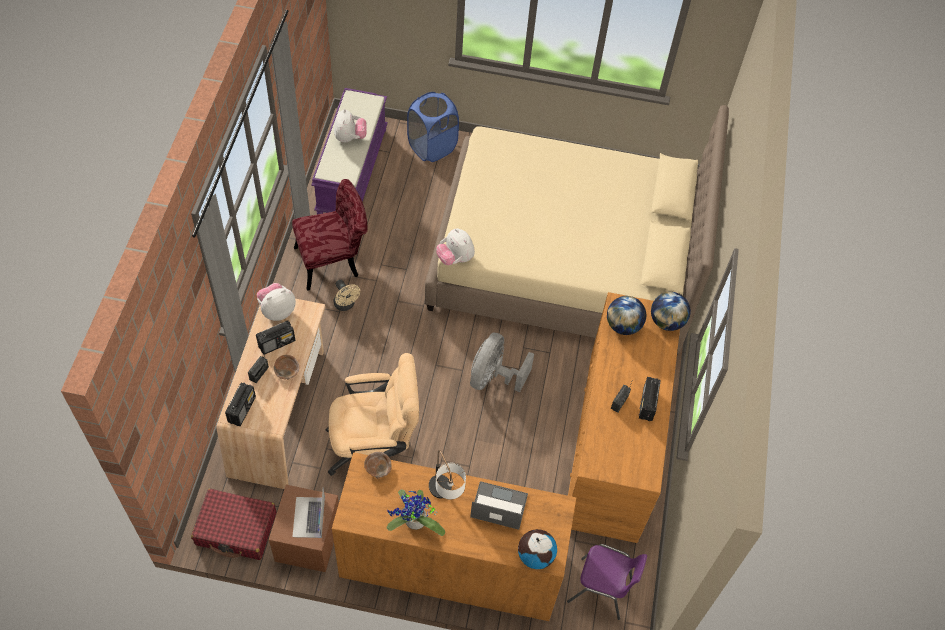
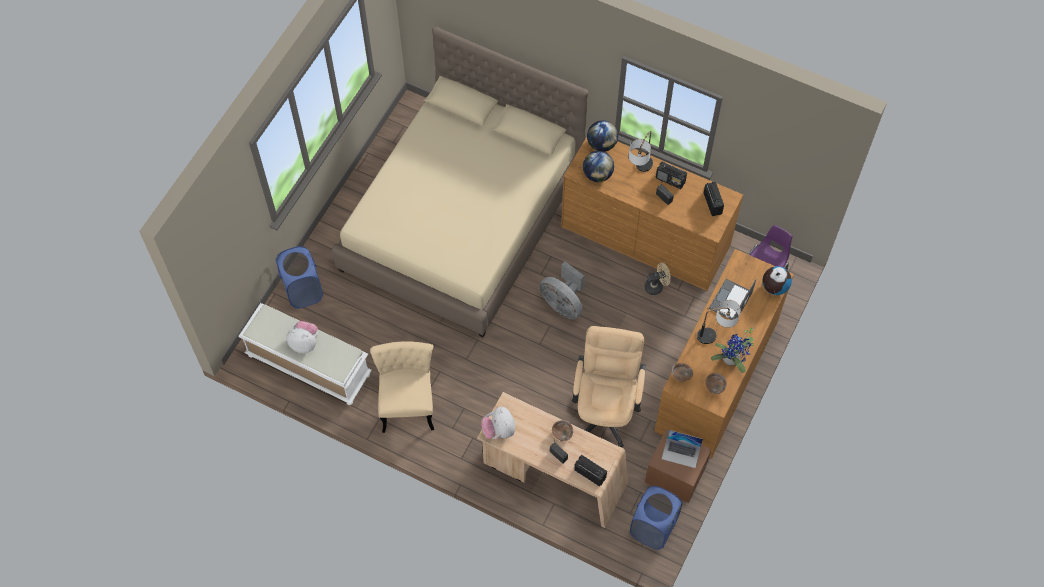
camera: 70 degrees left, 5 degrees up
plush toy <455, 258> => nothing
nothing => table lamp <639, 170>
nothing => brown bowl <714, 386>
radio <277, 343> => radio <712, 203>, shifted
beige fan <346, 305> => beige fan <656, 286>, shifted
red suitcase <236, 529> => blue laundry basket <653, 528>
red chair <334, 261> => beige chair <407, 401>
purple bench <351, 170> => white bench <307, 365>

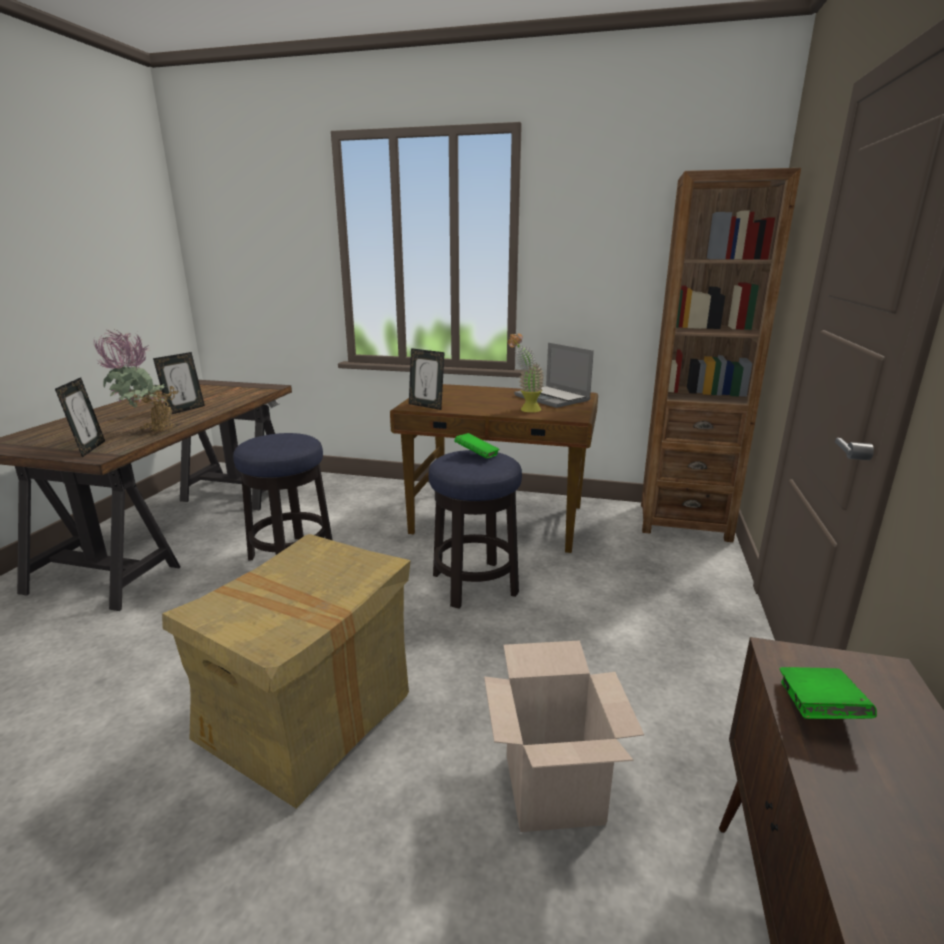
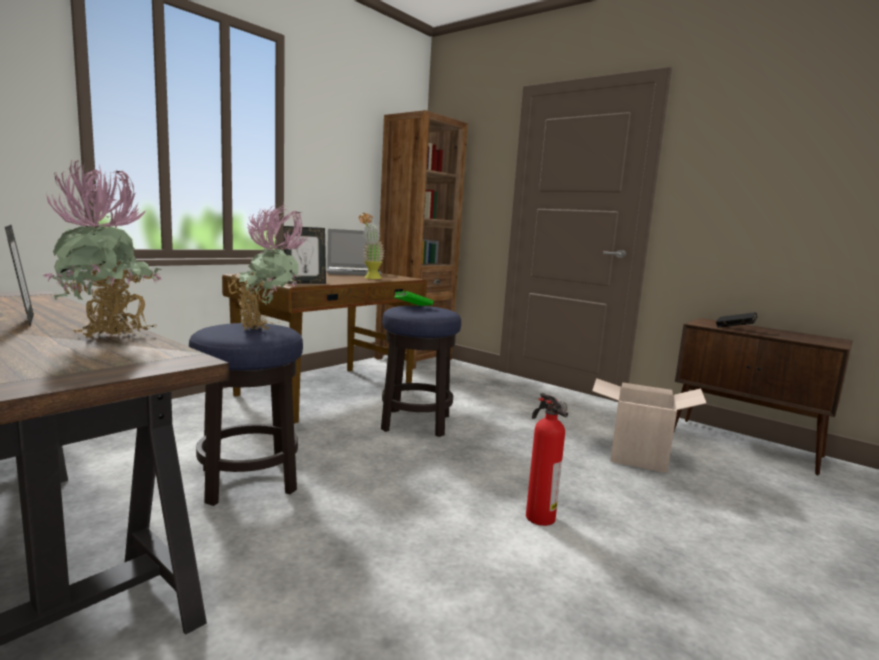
camera: 65 degrees left, 10 degrees down
picture frame <89, 449> => nothing
nothing => potted plant <268, 328>
cardboard box <307, 717> => fire extinguisher <538, 516>
green book <818, 710> => black book <734, 329>

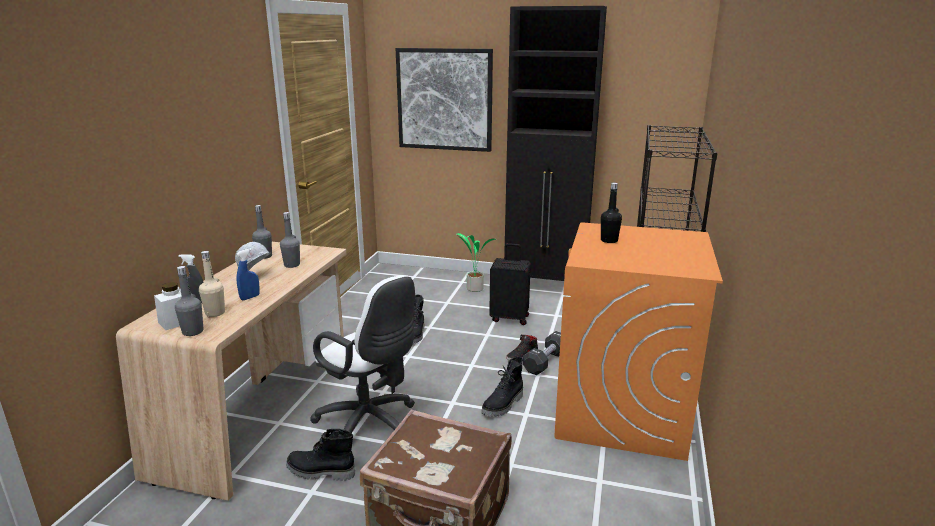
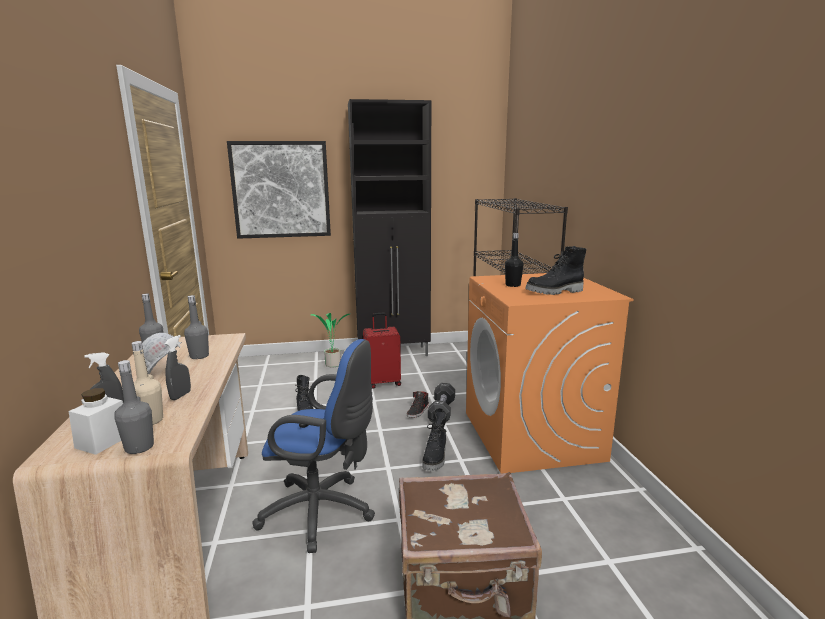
camera: 25 degrees left, 5 degrees down
black boot <320, 472> => black boot <555, 292>, shifted
blue spray bottle <250, 297> => grey spray bottle <180, 395>
white office chair <370, 425> => blue office chair <323, 512>
black suitcase <510, 318> => red suitcase <383, 382>

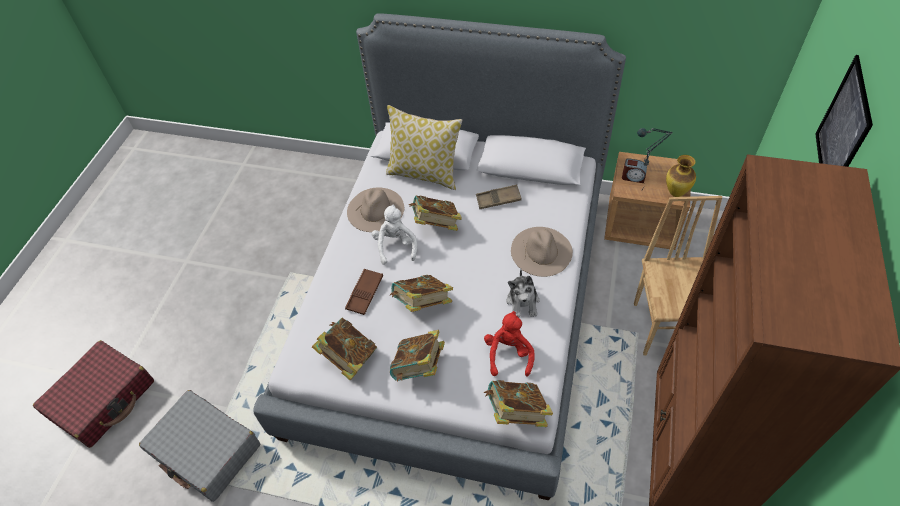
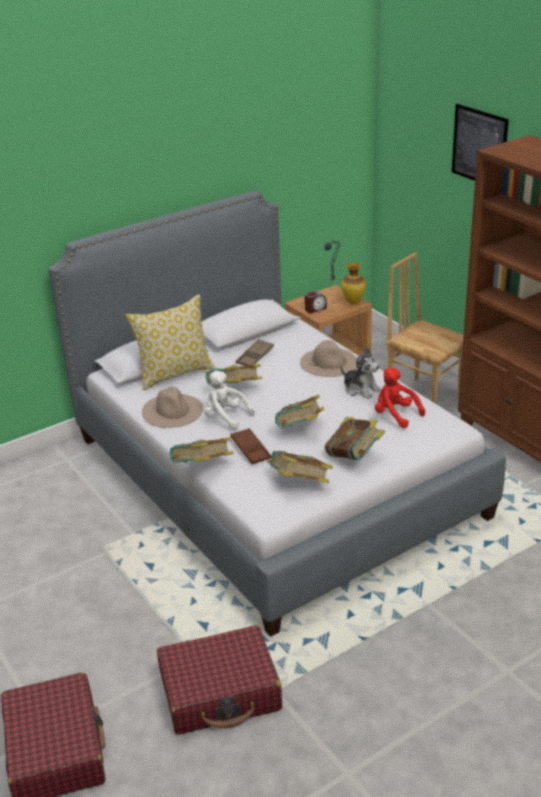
camera: 50 degrees left, 20 degrees down
book <516, 413> => book <202, 468>, shifted
grey suitcase <206, 451> => red suitcase <220, 692>

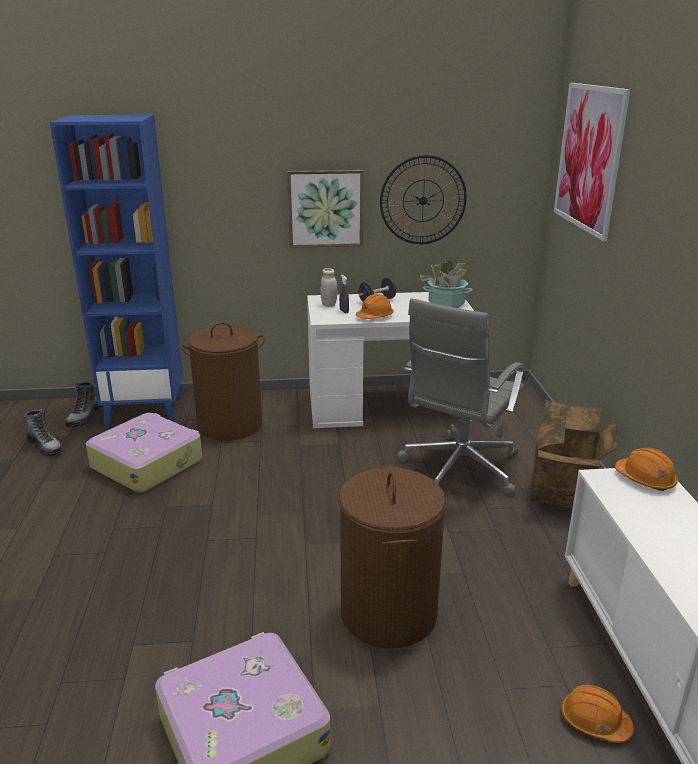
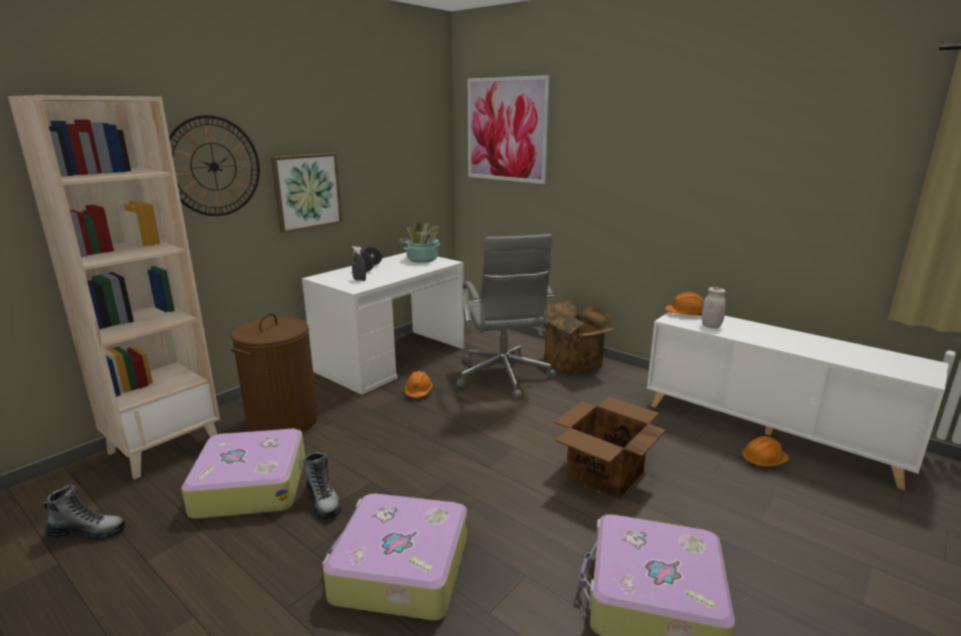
camera: 45 degrees left, 5 degrees down
nothing => suitcase <399, 569>
boot <84, 417> => boot <323, 500>, shifted
white jar <329, 304> => white jar <711, 326>, shifted
orange hard hat <375, 316> => orange hard hat <418, 391>, shifted
wall clock <423, 200> => wall clock <213, 166>, shifted
brown laundry basket <388, 613> => cardboard box <604, 474>
blue bookcase <145, 409> => beige bookcase <165, 446>

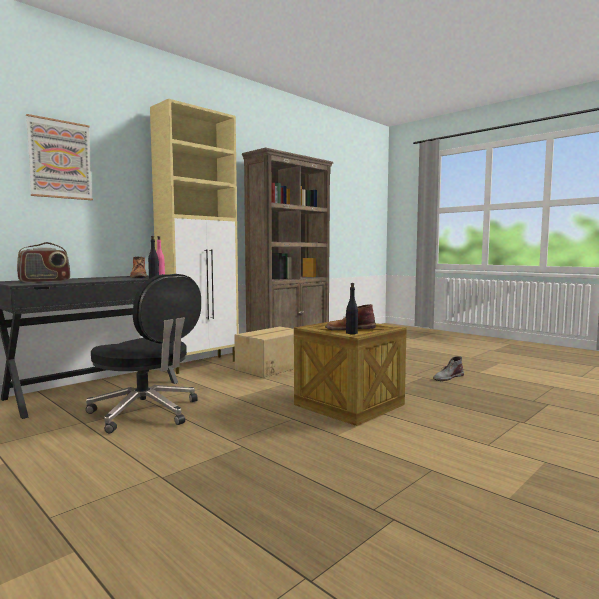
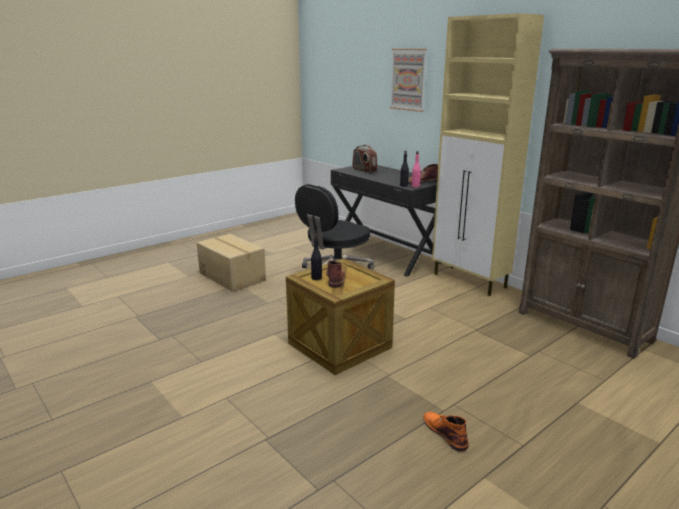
camera: 95 degrees right, 15 degrees up
cardboard box <271, 367> => cardboard box <233, 276>, shifted
grey boot <447, 377> => orange boot <445, 432>

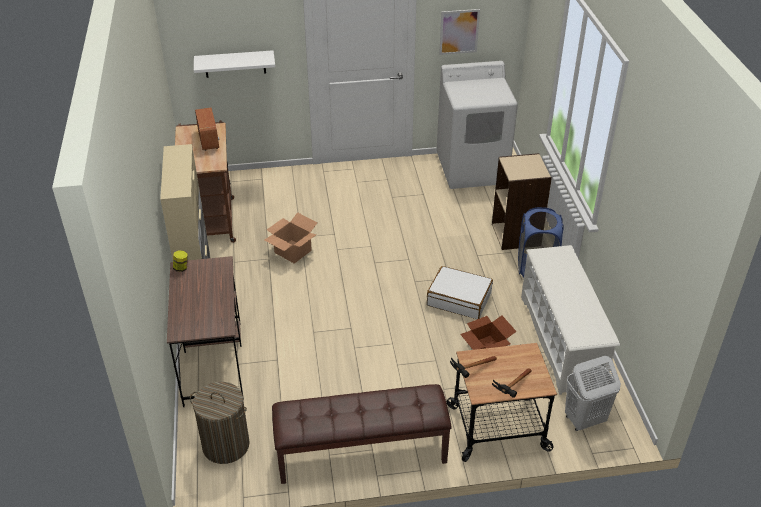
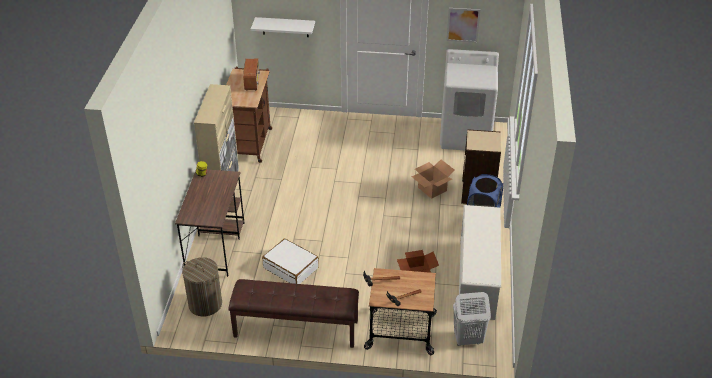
camera: 15 degrees right, 0 degrees up
cardboard box <293, 251> => cardboard box <432, 189>, shifted
white suitcase <459, 299> => white suitcase <291, 267>, shifted

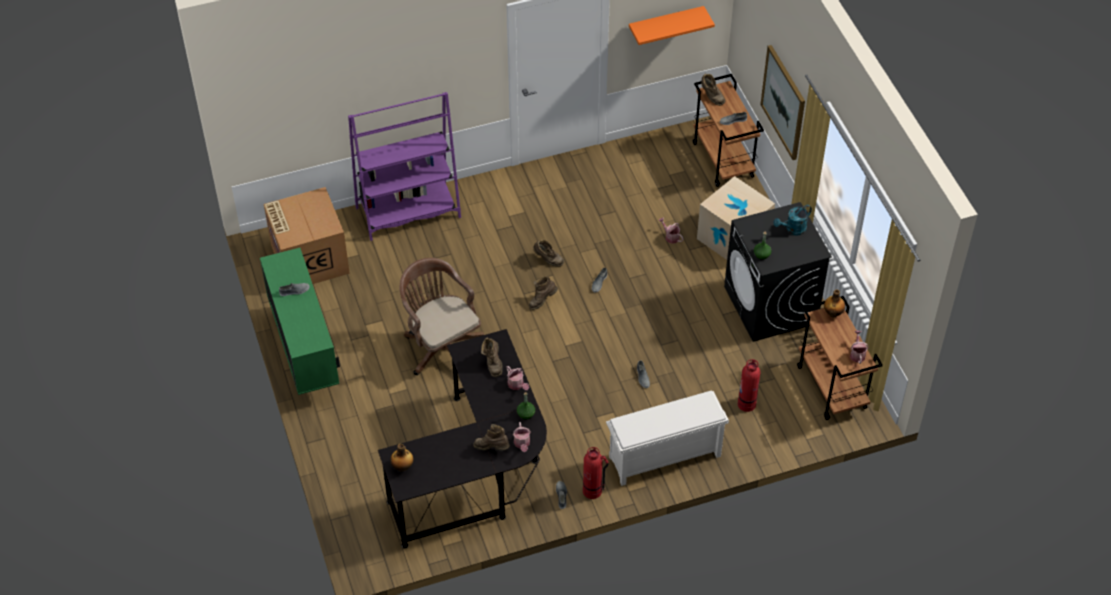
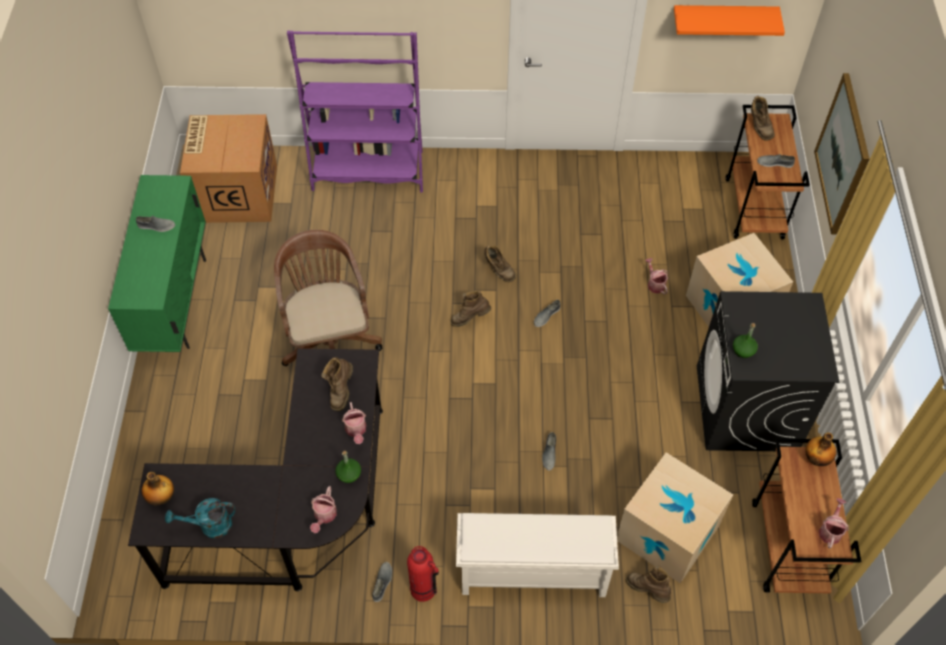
camera: 20 degrees right, 5 degrees up
brown boot <492, 448> => brown boot <648, 590>, shifted
turquoise watering can <793, 229> => turquoise watering can <210, 526>, shifted
fire extinguisher <747, 403> => cardboard box <667, 533>

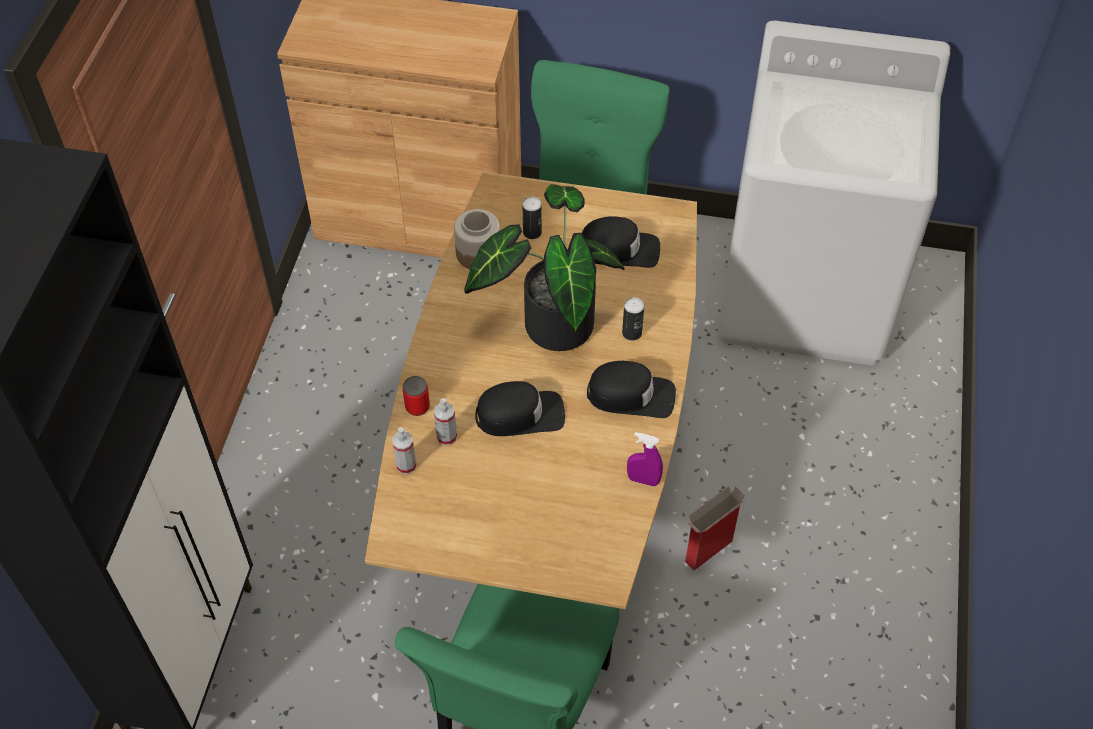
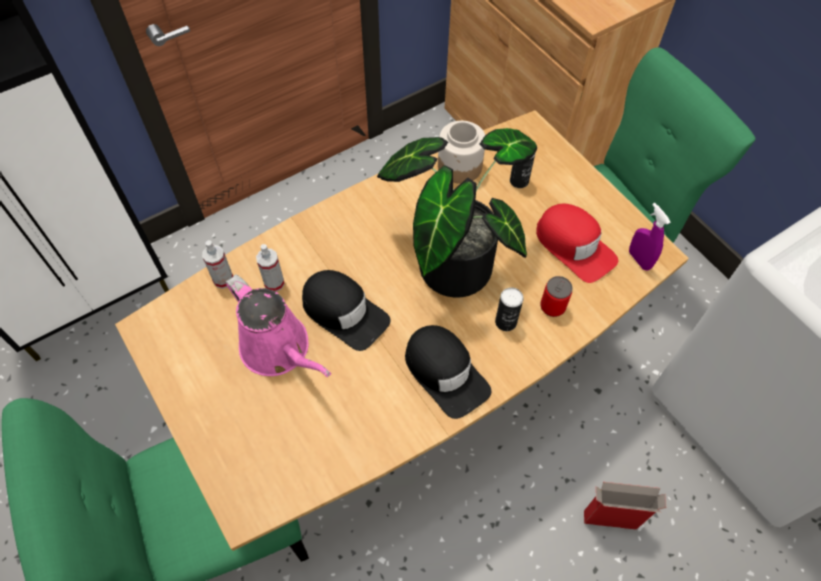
camera: 45 degrees right, 5 degrees up
nothing => pink watering can <279, 350>
can <417, 407> => can <552, 307>, shifted
purple spray bottle <643, 480> => purple spray bottle <639, 260>, shifted
cardboard box <708, 552> => cardboard box <608, 520>, shifted
black cap <619, 249> => red cap <574, 246>

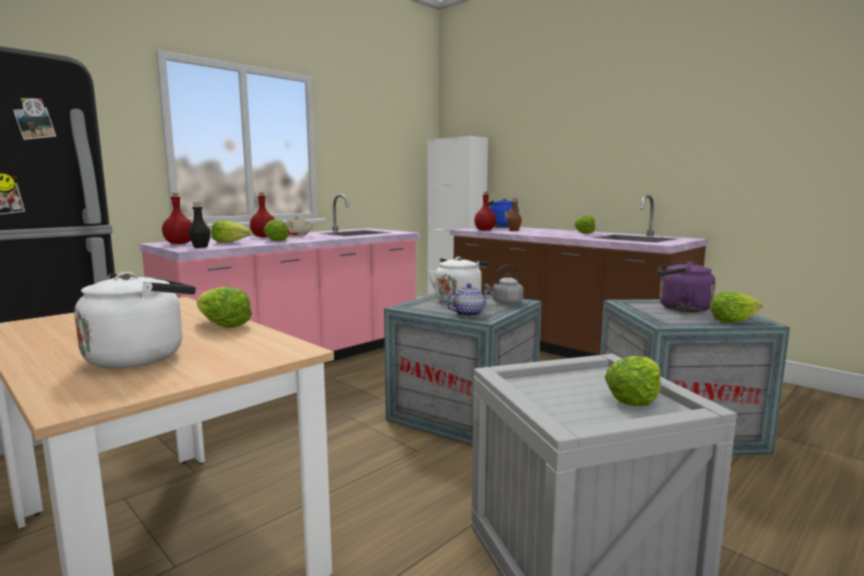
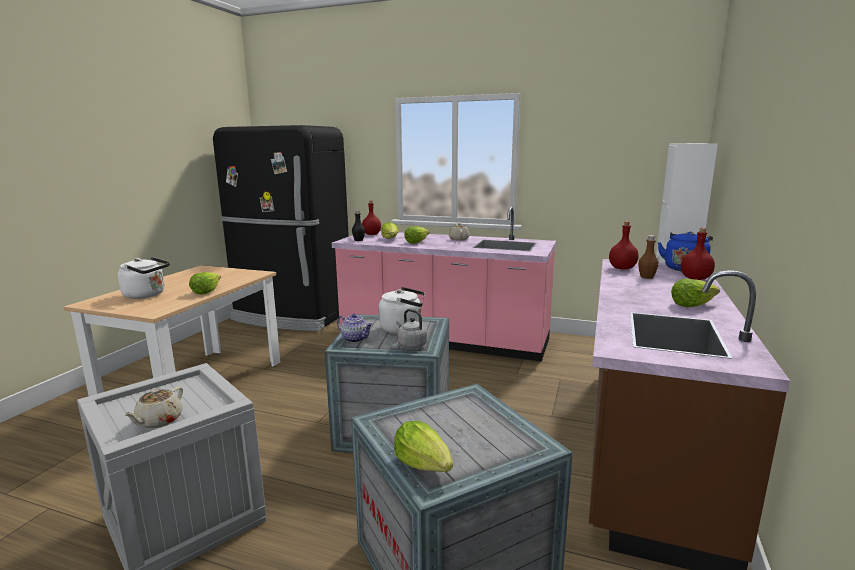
camera: 65 degrees right, 5 degrees up
purple kettle <680, 308> => nothing
red bottle <264, 237> => red bottle <695, 279>, shifted
lettuce <634, 398> => beige teapot <158, 421>

